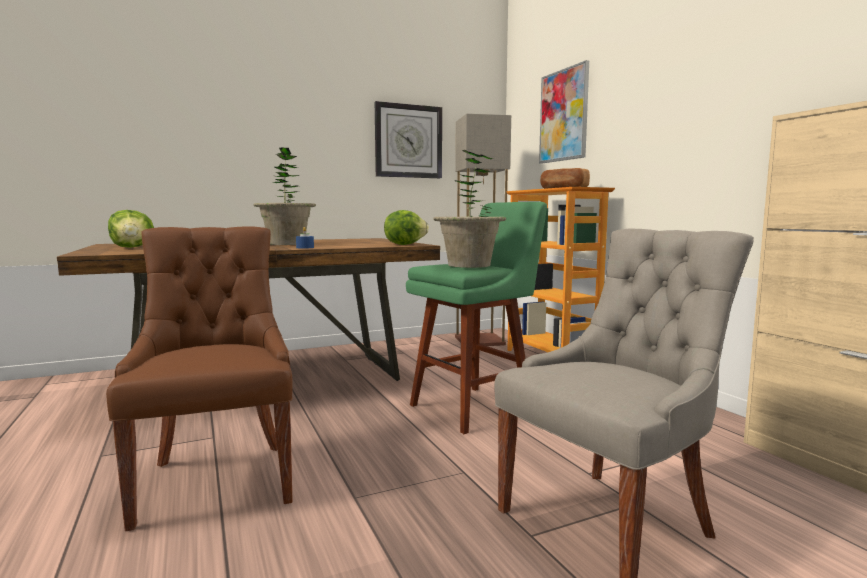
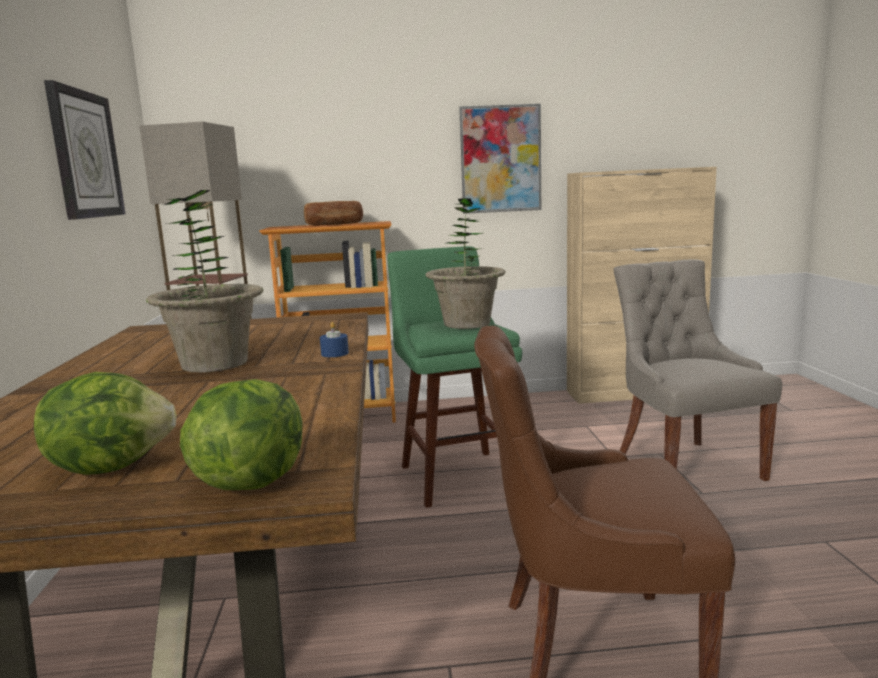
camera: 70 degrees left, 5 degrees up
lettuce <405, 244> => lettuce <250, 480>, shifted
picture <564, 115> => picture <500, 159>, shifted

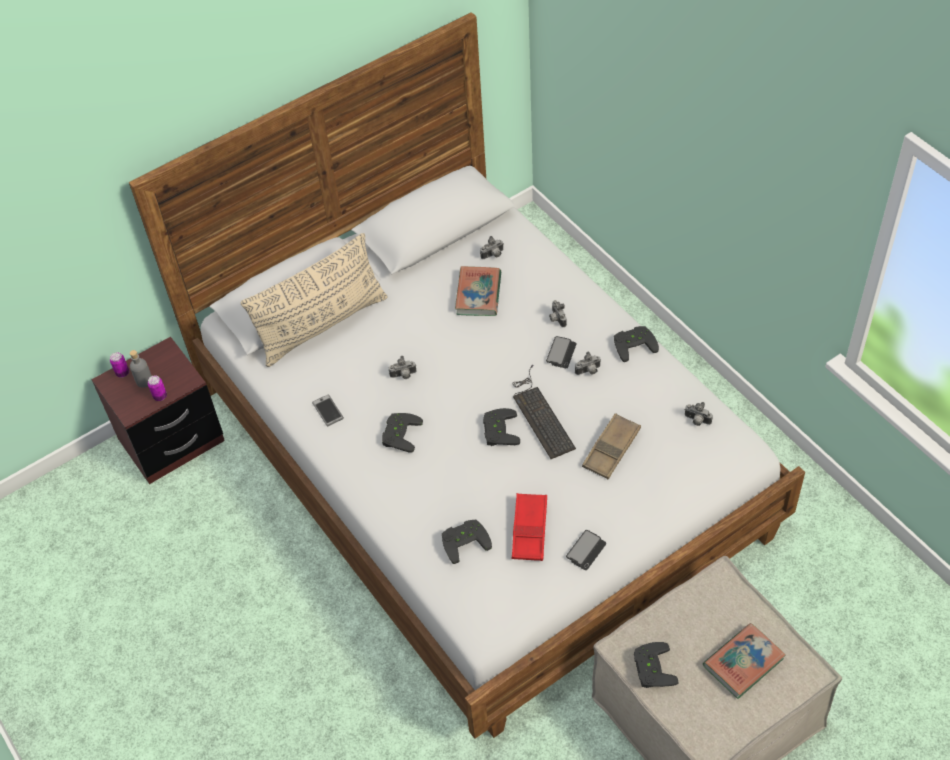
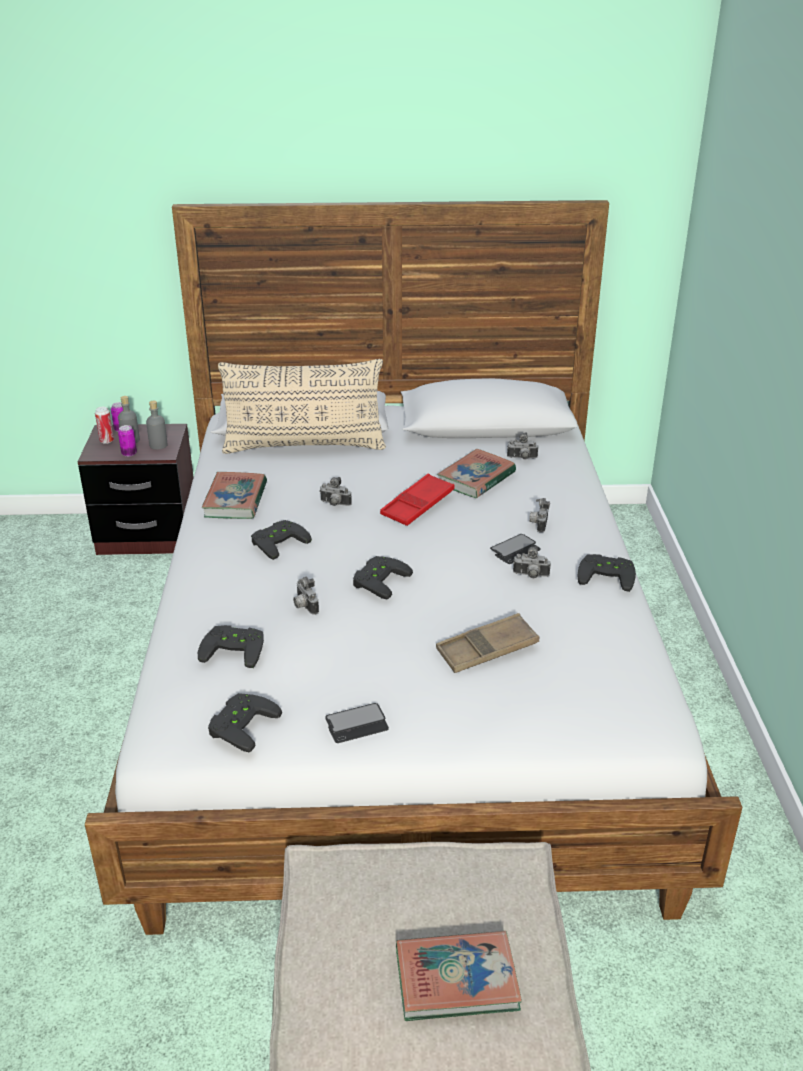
camera: 30 degrees right, 20 degrees down
keyboard <540, 414> => nothing
nothing => can <107, 441>
nothing => grey bottle <158, 445>
red tray <529, 530> => red tray <417, 505>, shifted
black game controller <651, 668> => black game controller <240, 724>, shifted
photo camera <696, 421> => photo camera <304, 606>, shifted
phone <328, 411> => book <235, 500>

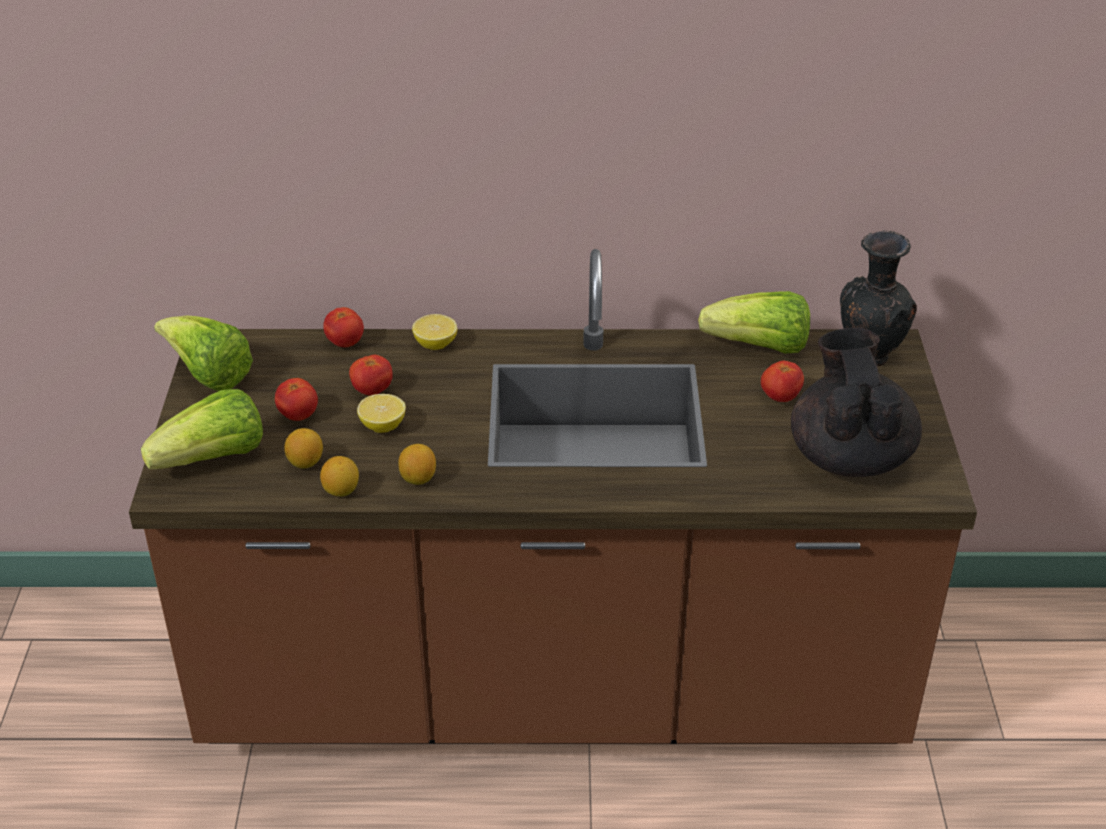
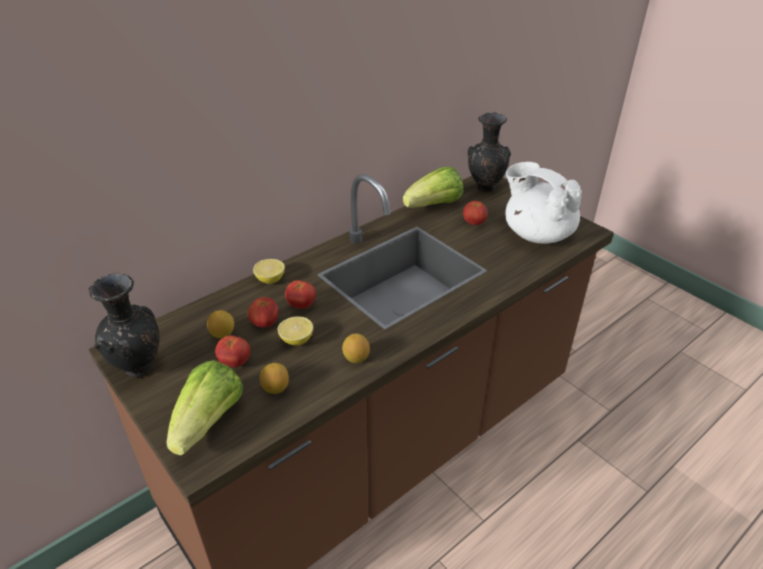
camera: 40 degrees left, 0 degrees up
lemon <341, 491> => lemon <223, 334>, shifted
tomato <345, 343> => tomato <301, 305>, shifted
lettuce <208, 375> => black vase <140, 370>
black teapot <849, 456> => white teapot <536, 234>

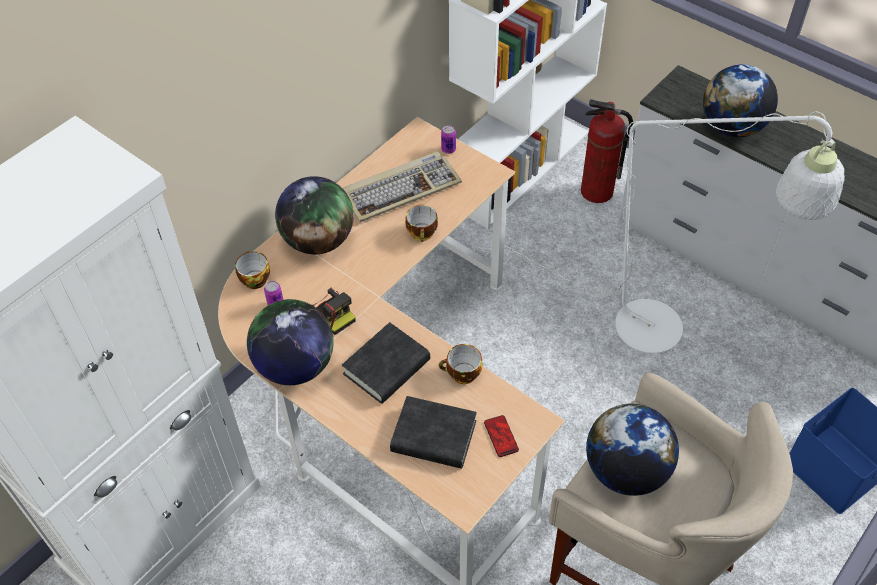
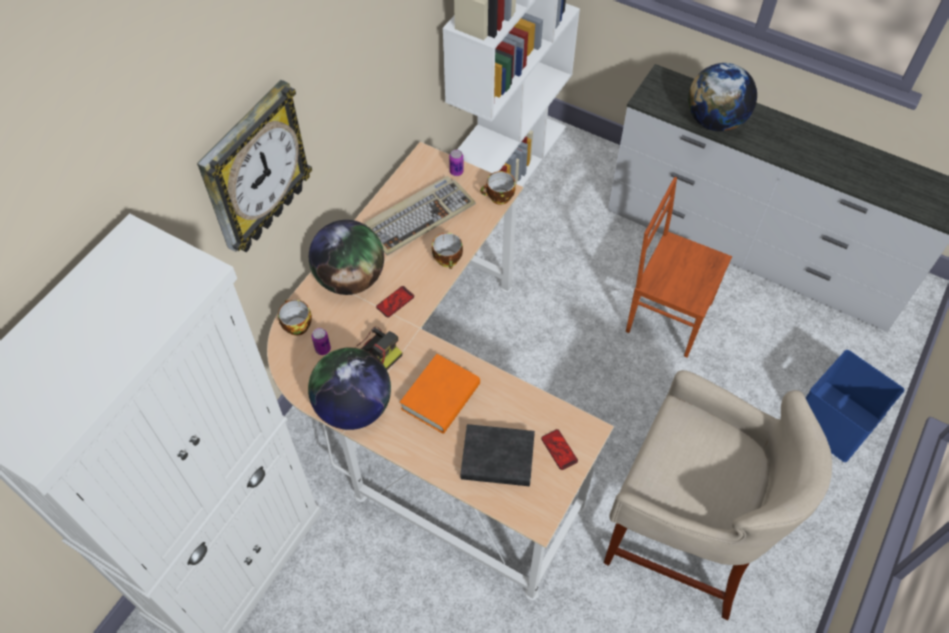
camera: 10 degrees left, 5 degrees up
fire extinguisher <597, 192> => nothing
globe <625, 471> => nothing
nothing => wall clock <254, 171>
nothing => phone <395, 302>
cup <462, 375> => cup <499, 197>, shifted
white floor lamp <665, 334> => brown chair <668, 315>
black book <386, 367> => orange book <440, 397>

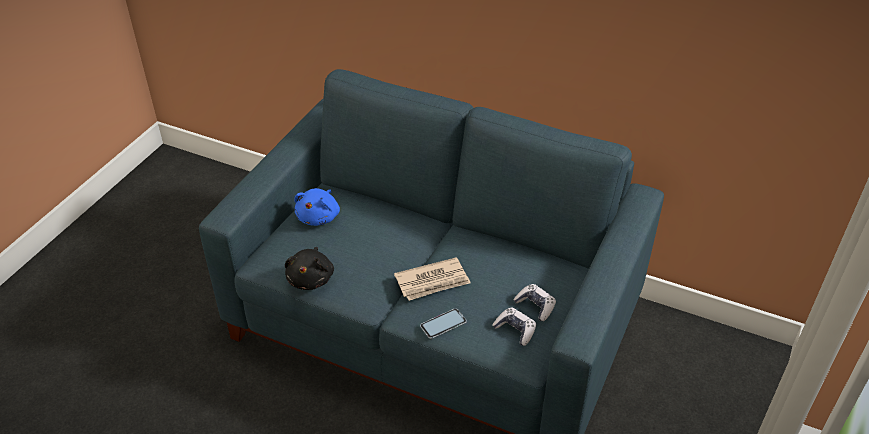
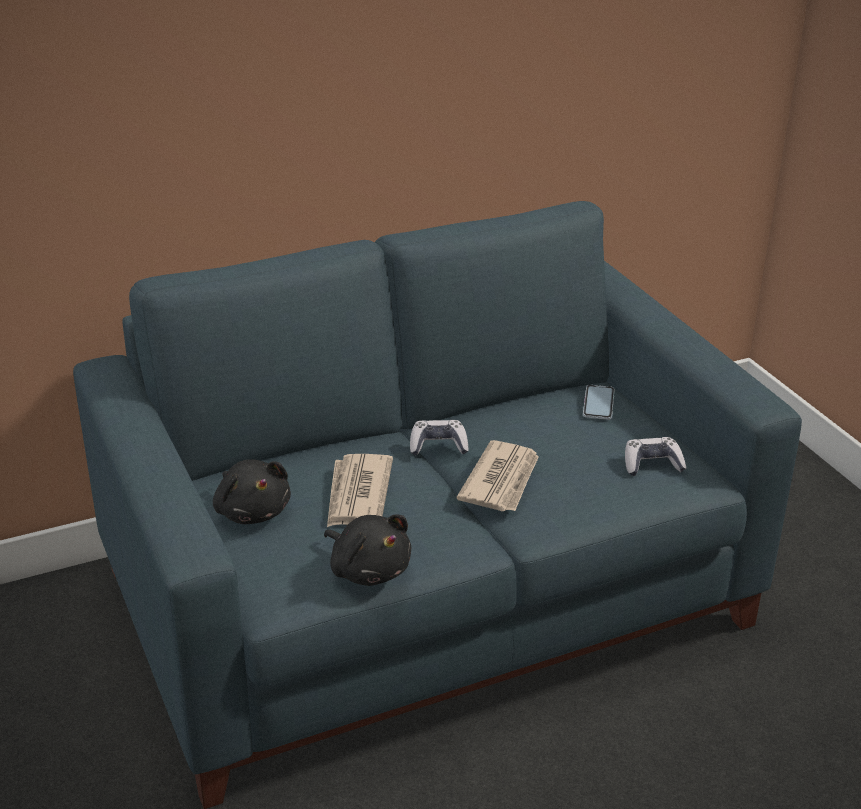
camera: 50 degrees left, 10 degrees down
nothing => newspaper <357, 494>
phone <443, 324> => phone <598, 403>, shifted
game controller <535, 306> => game controller <438, 446>, shifted
blue plush toy <319, 217> => black plush toy <252, 511>

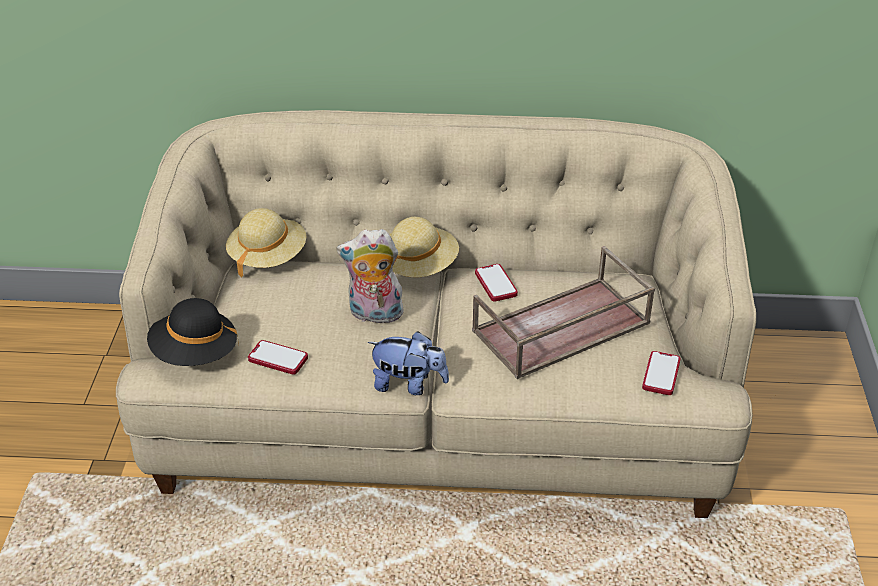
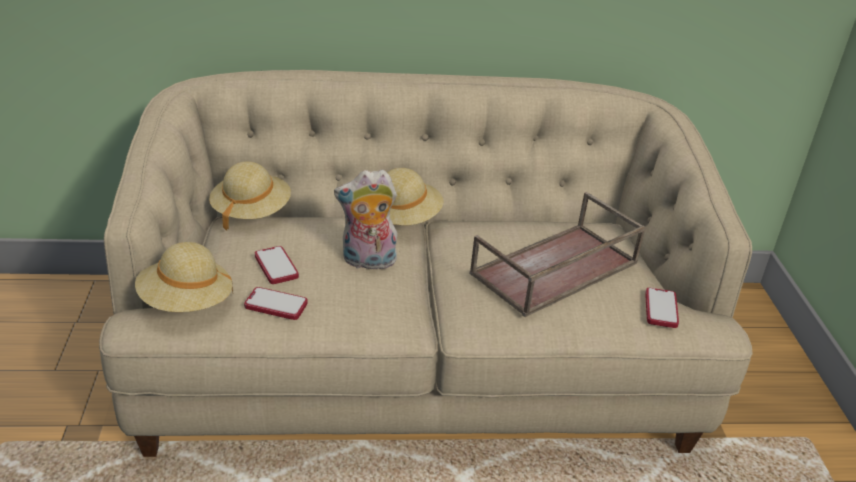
camera: 10 degrees left, 5 degrees down
plush toy <409, 384> => nothing
phone <496, 284> => phone <276, 266>, shifted
black hat <195, 354> => beige hat <186, 303>

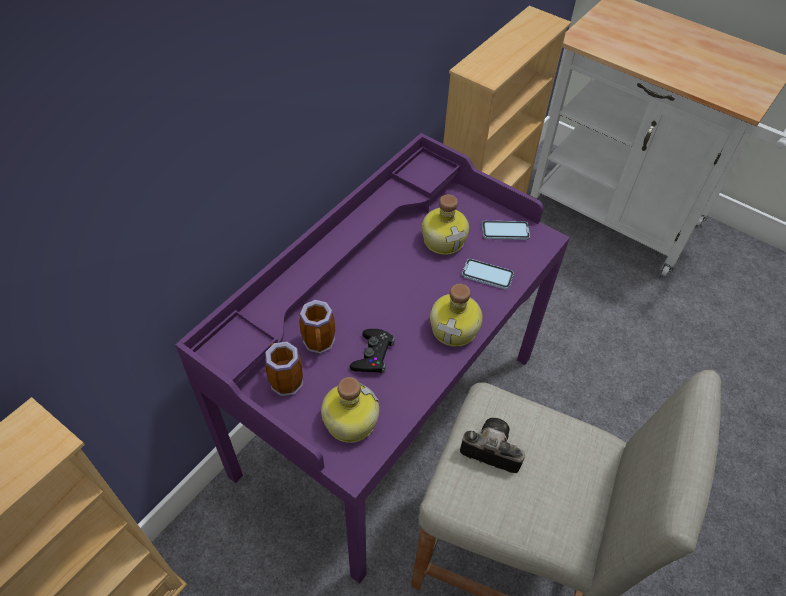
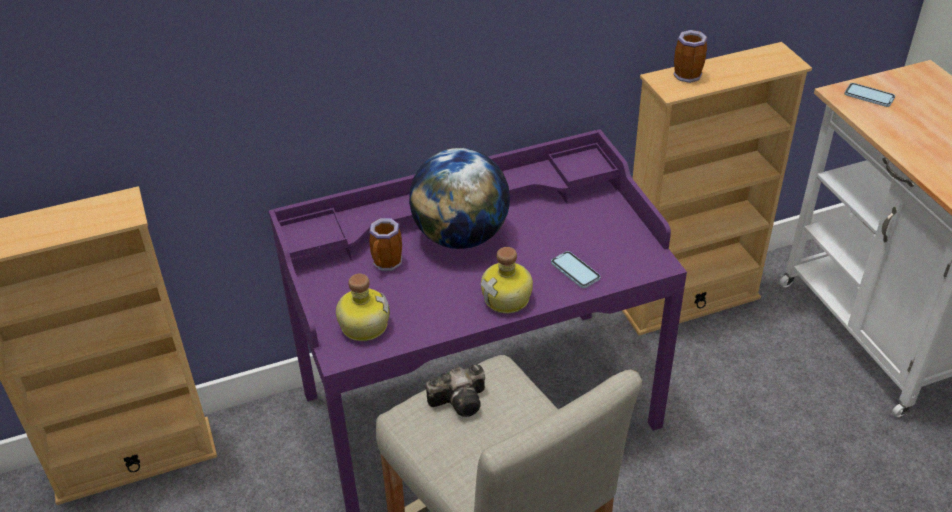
camera: 35 degrees right, 10 degrees down
black game controller <373, 355> => nothing
bottle <444, 239> => nothing
nothing => globe <461, 236>
mug <284, 381> => mug <685, 74>, shifted
phone <505, 231> => phone <869, 96>, shifted
photo camera <488, 450> => photo camera <462, 400>, 105 degrees clockwise

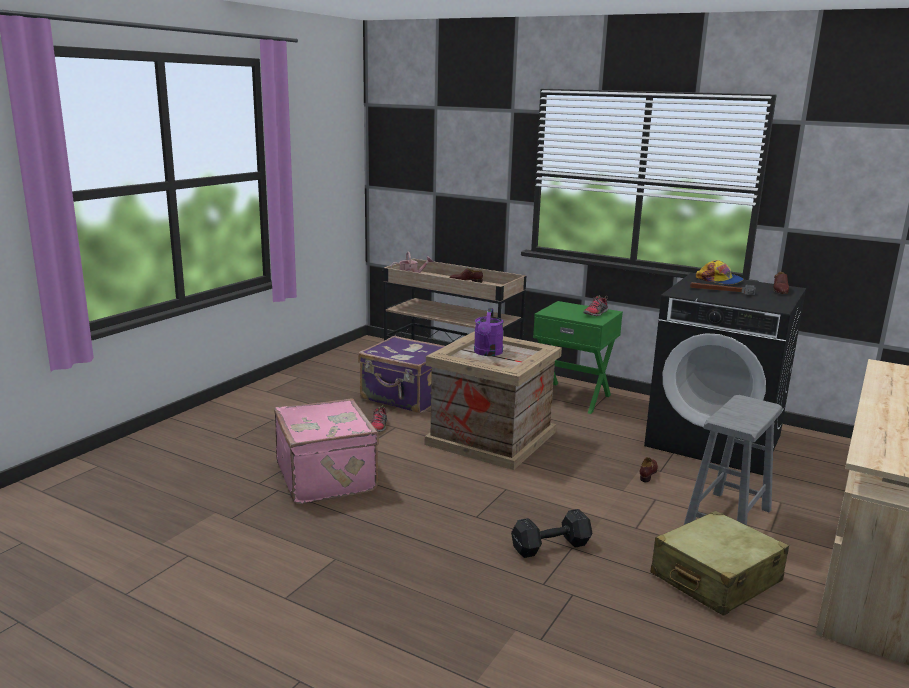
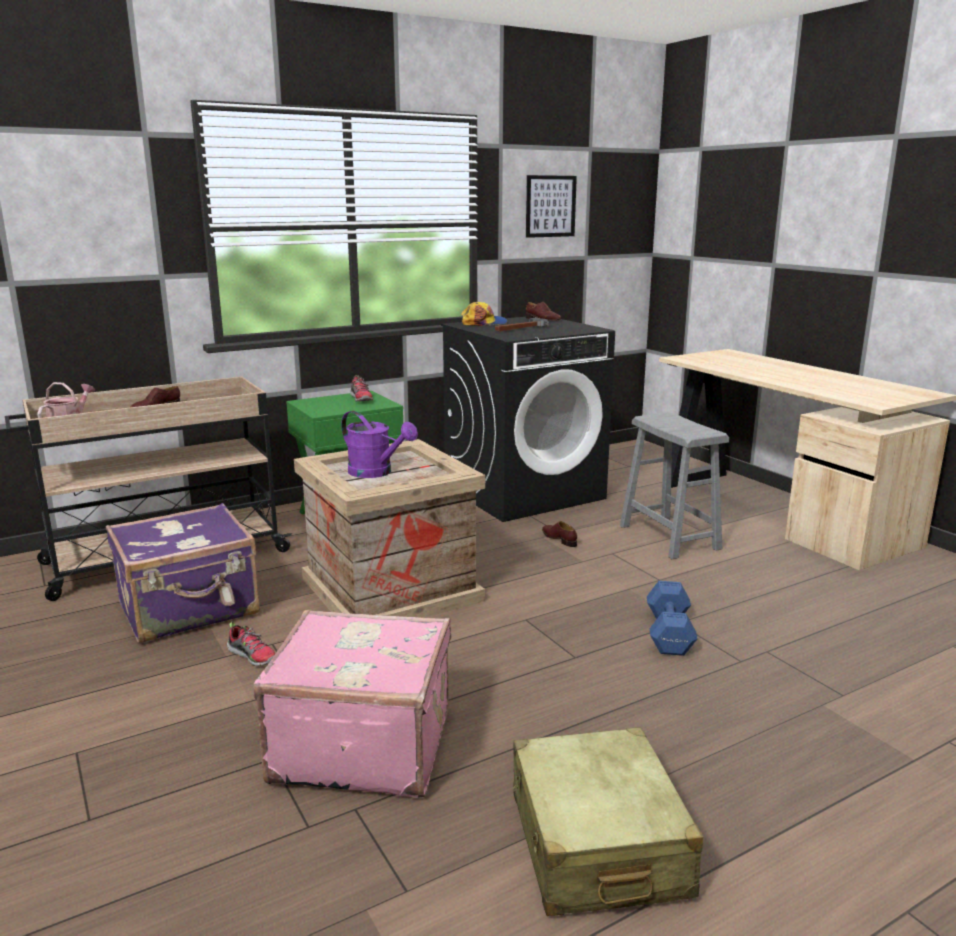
camera: 60 degrees left, 0 degrees up
nothing => picture <550, 206>
beige suitcase <715, 578> => beige suitcase <597, 844>, shifted
black dumbbell <552, 546> => blue dumbbell <670, 632>

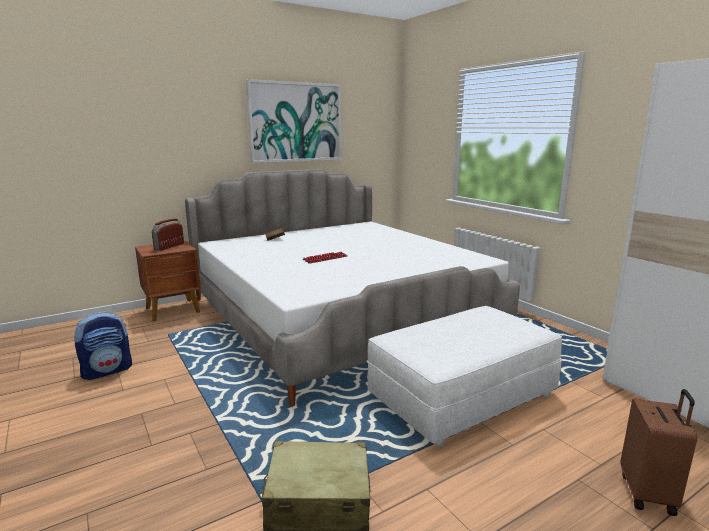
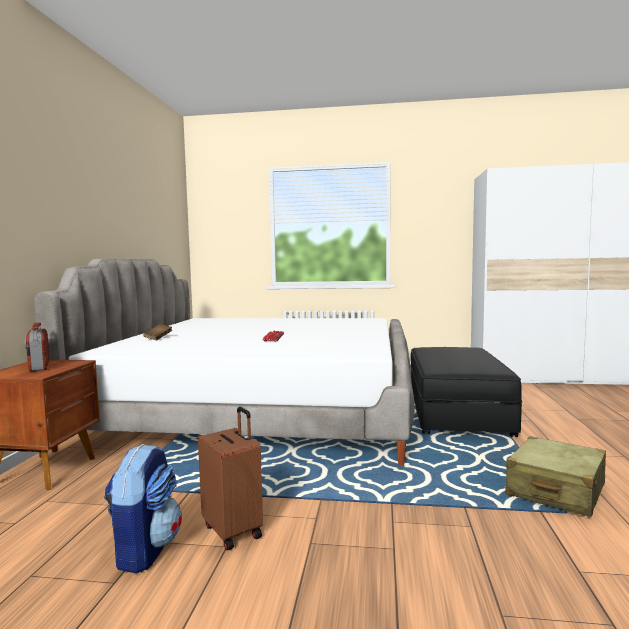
camera: 50 degrees left, 10 degrees down
picture <295, 122> => nothing
brown suitcase <648, 494> => brown suitcase <234, 530>, shifted
white ottoman <462, 395> => black ottoman <456, 413>

